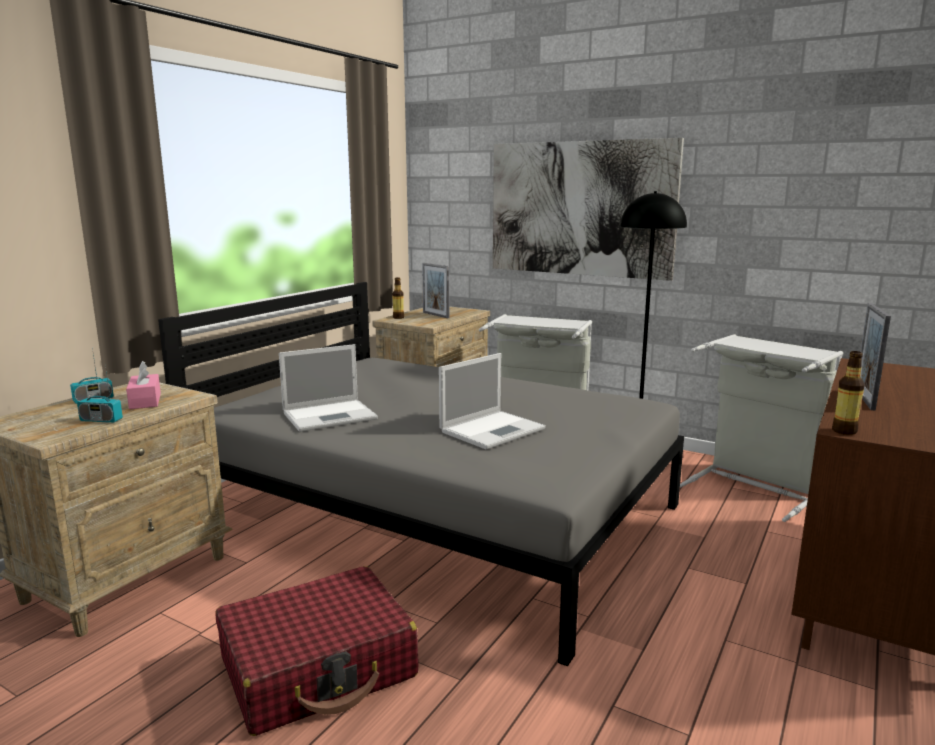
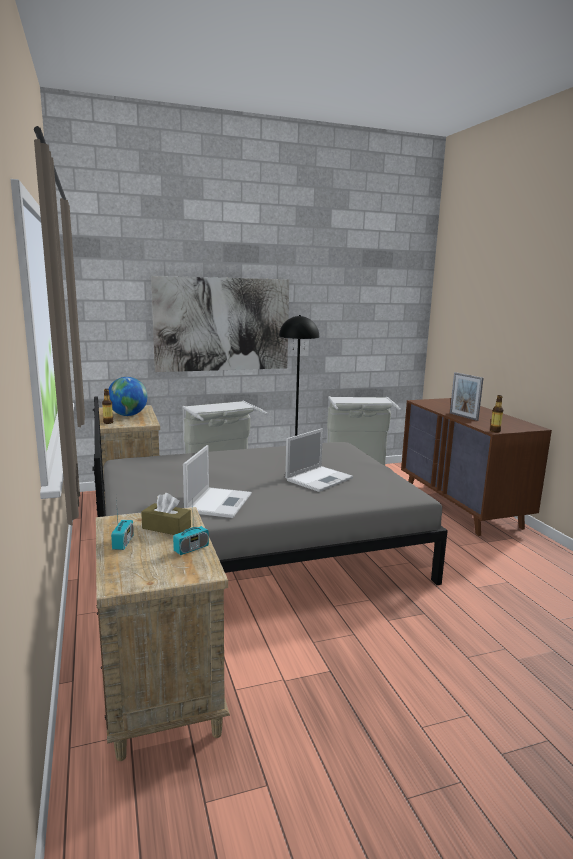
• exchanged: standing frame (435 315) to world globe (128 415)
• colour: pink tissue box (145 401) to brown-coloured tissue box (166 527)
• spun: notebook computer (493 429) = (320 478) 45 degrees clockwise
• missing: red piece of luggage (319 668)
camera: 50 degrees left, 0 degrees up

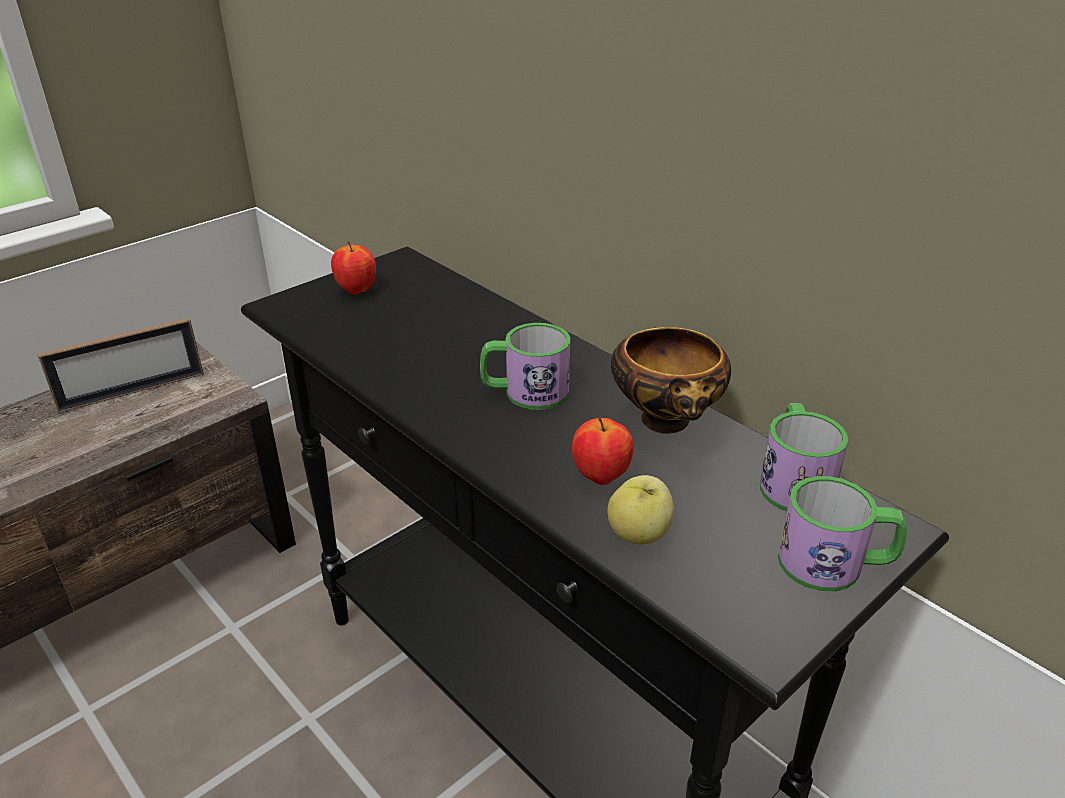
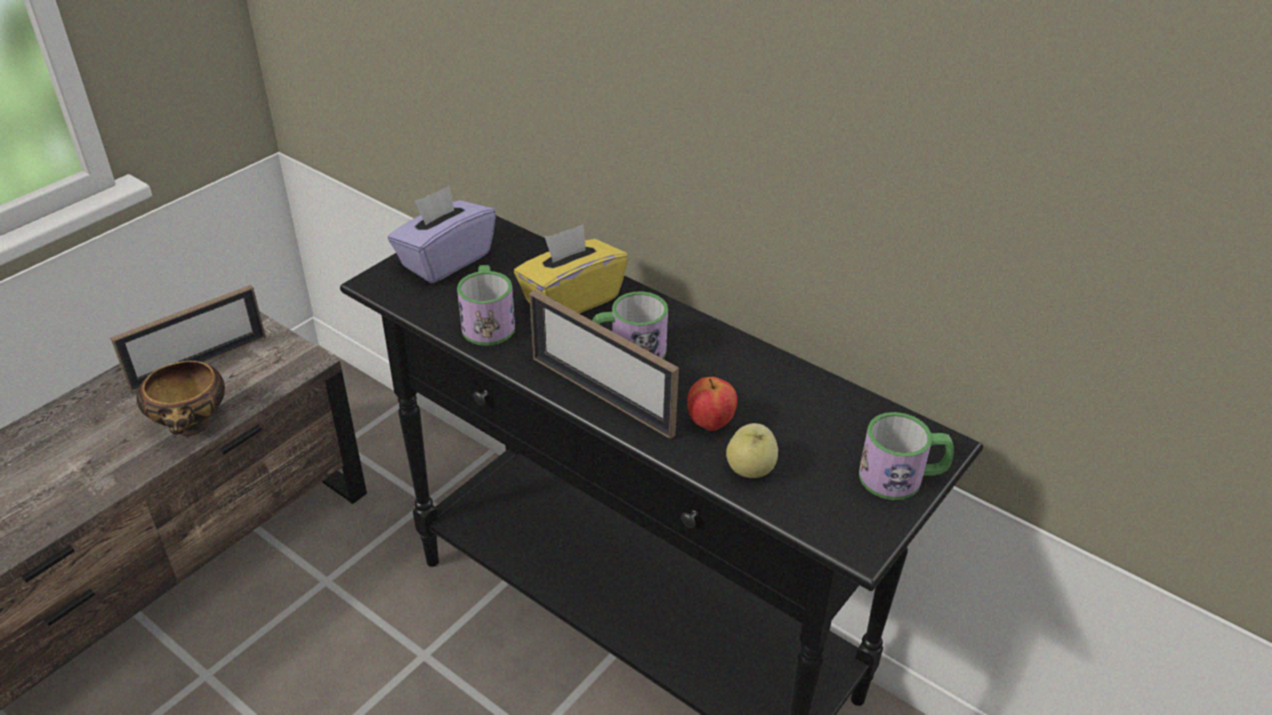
• relocated: serving bowl (667 423) to (193 427)
• exchanged: whole apple (356 290) to purple-coloured tissue box (445 260)
• relocated: tea mug (793 480) to (488 322)
• appeared: yellow-coloured tissue box (571 299)
• appeared: standing frame (601 395)
camera: 10 degrees left, 5 degrees up

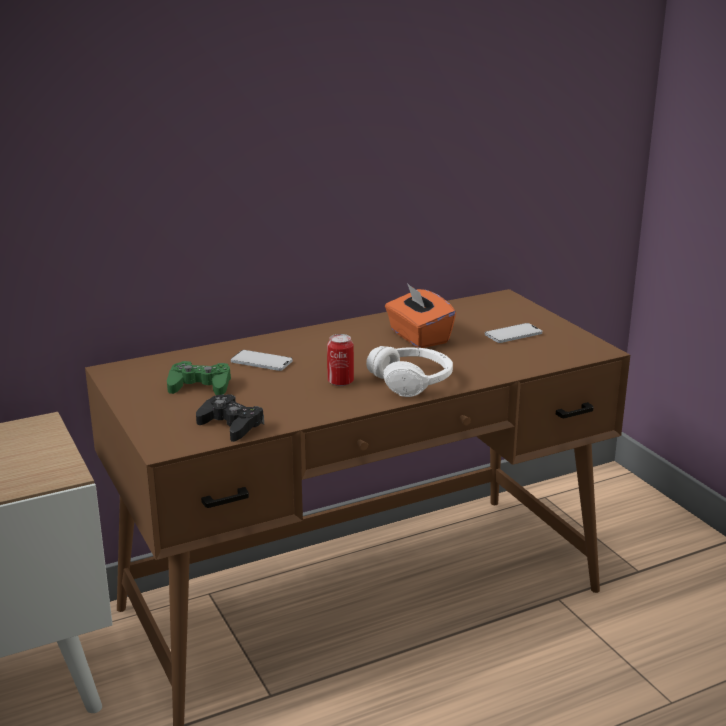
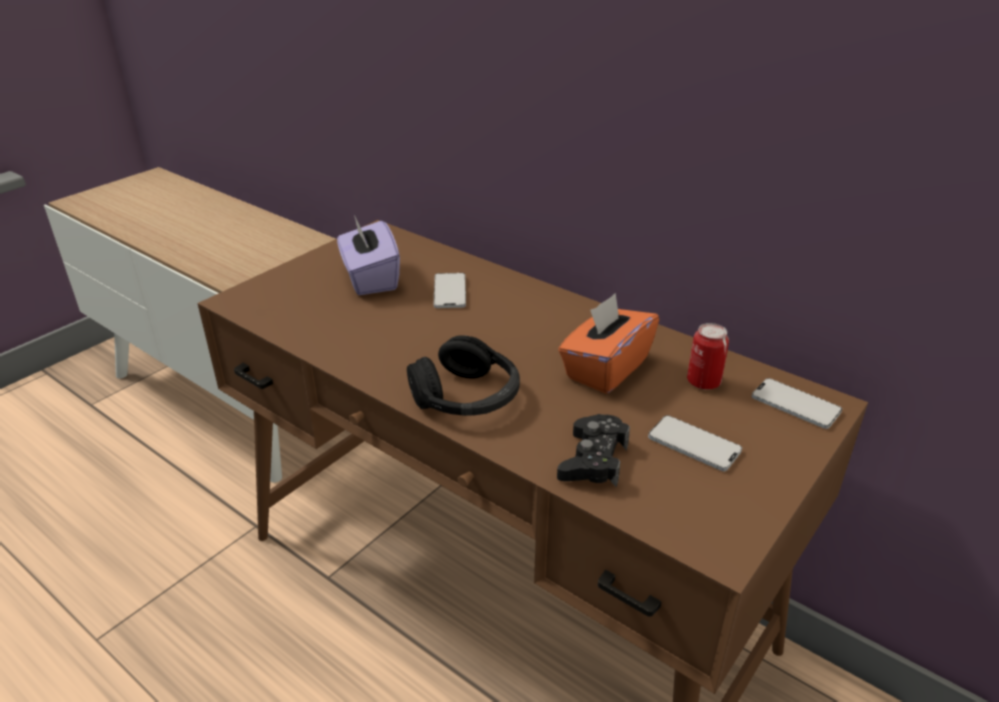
• exchanged: green joypad (200 386) to purple-coloured tissue box (370 279)
• colour: white pair of headphones (412 381) to black-coloured pair of headphones (467 397)
• relocated: black-coloured joypad (231 425) to (593 460)
• relocated: metal can (340 382) to (703 382)
• appeared: phone (795 404)
camera: 65 degrees right, 10 degrees up

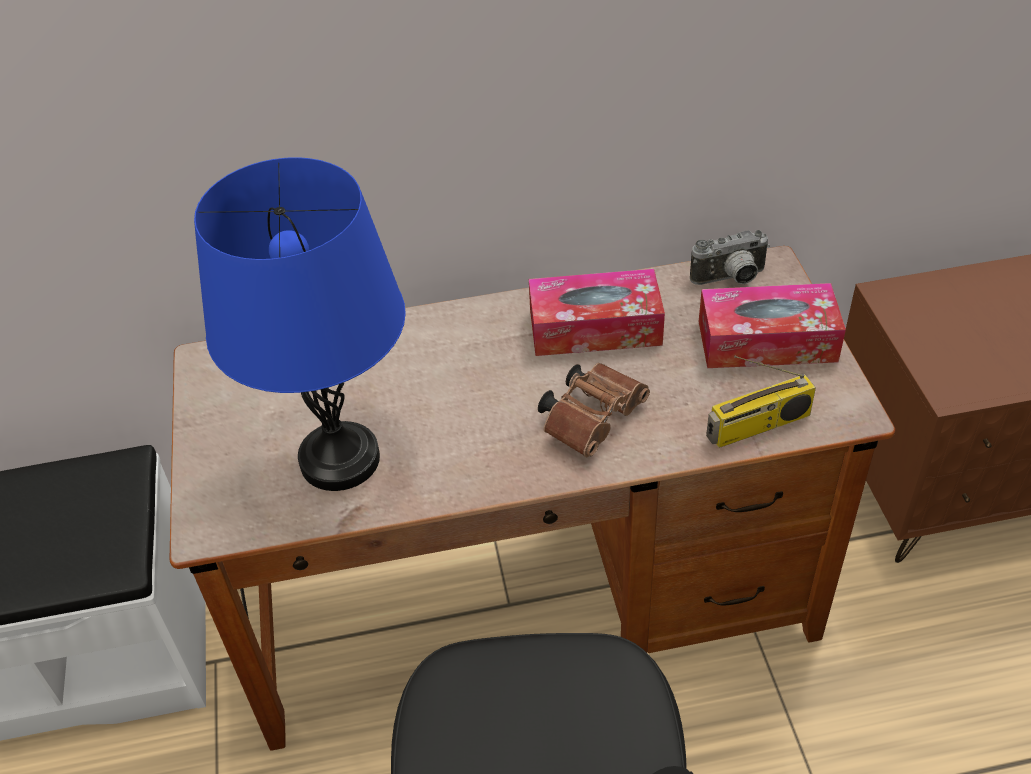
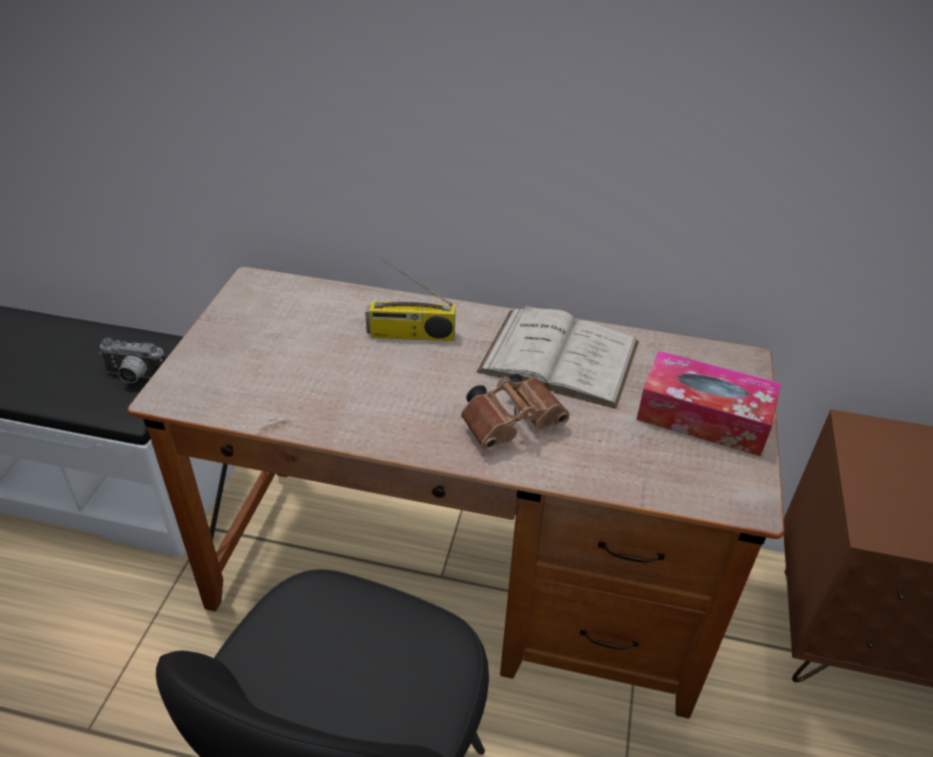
• relocated: still camera (731 279) to (134 377)
• relocated: radio receiver (758 427) to (410 335)
• exchanged: tissue box (595 328) to white bound book (559 357)
• missing: blue table lamp (339 459)
camera: 20 degrees right, 5 degrees down

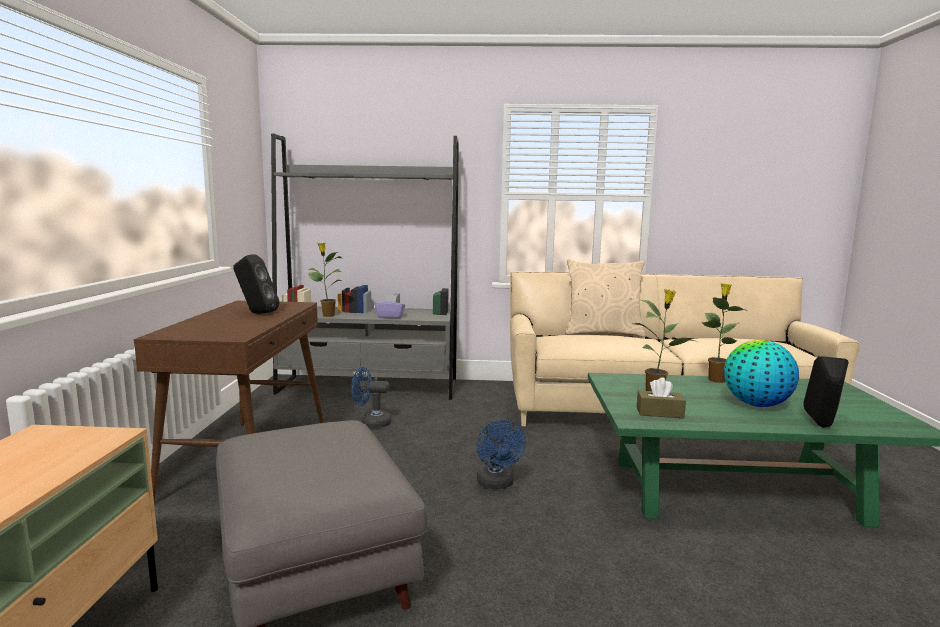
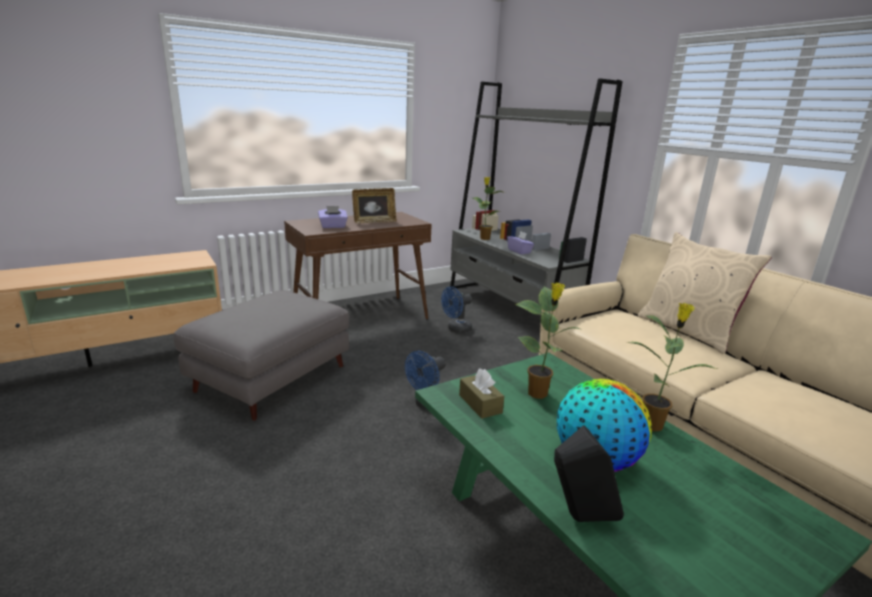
• appeared: purple-coloured tissue box (333 226)
• exchanged: black-coloured loudspeaker (256 313) to standing frame (374 221)
• spun: blue electric fan (371 423) = (456 329) 90 degrees counterclockwise
camera: 55 degrees right, 10 degrees up

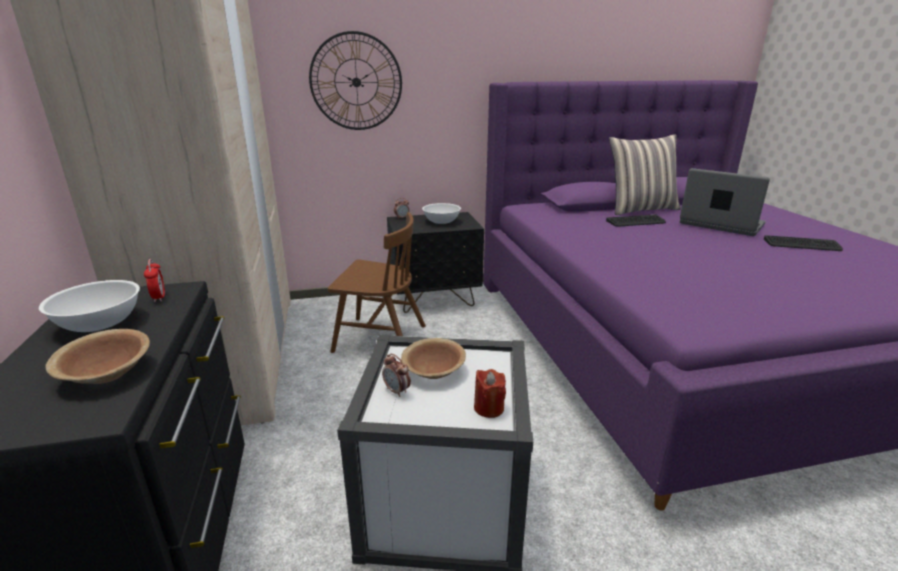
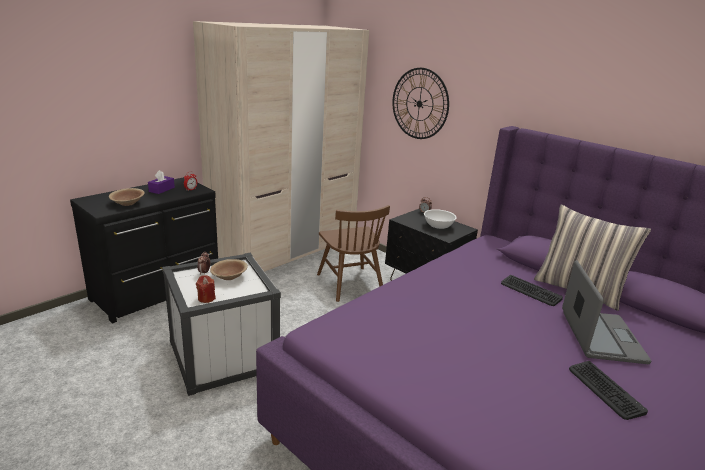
• exchanged: white serving bowl (100 324) to purple-coloured tissue box (162 189)
camera: 55 degrees right, 0 degrees up

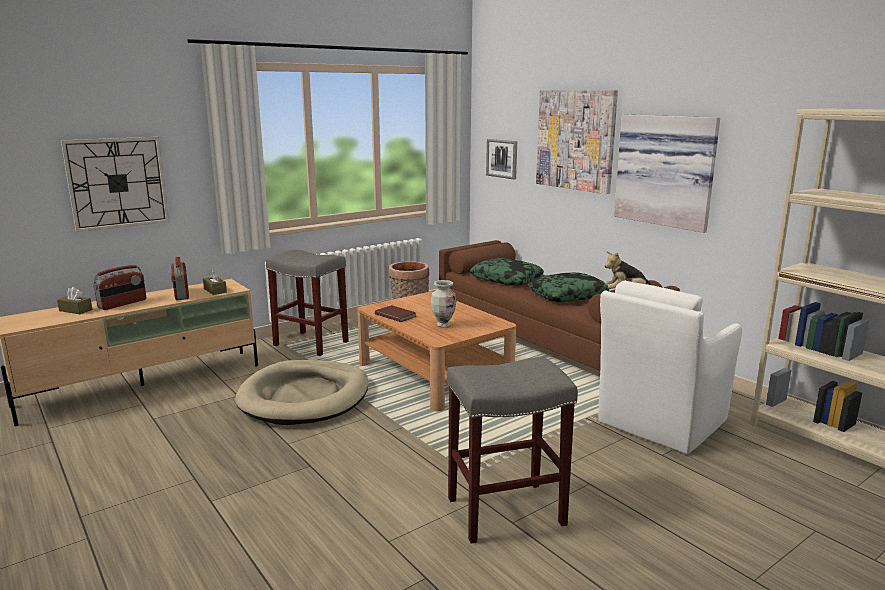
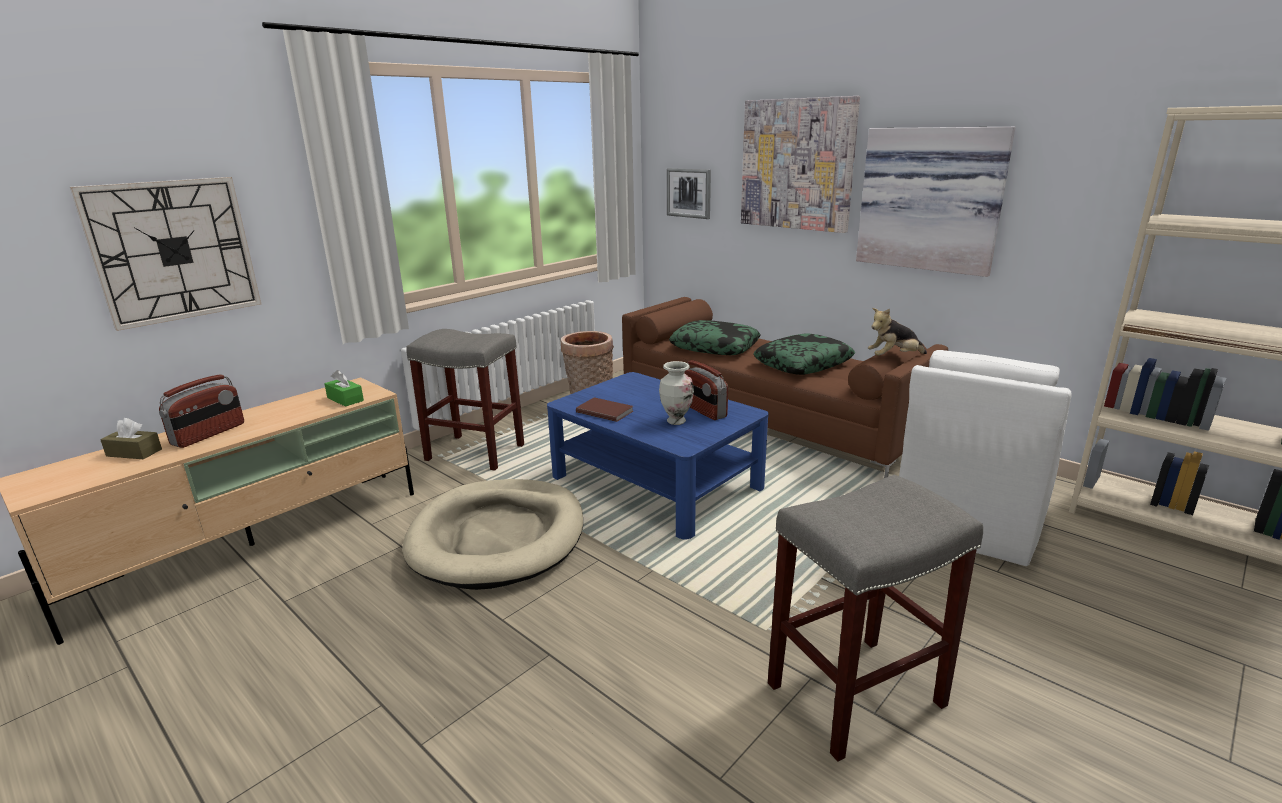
• colour: brown-coloured tissue box (215 290) to green tissue box (345 399)
• colour: brown-coloured low table (434 374) to blue low table (656 482)
• relocated: radio receiver (181 294) to (703 410)
camera: 10 degrees left, 5 degrees up

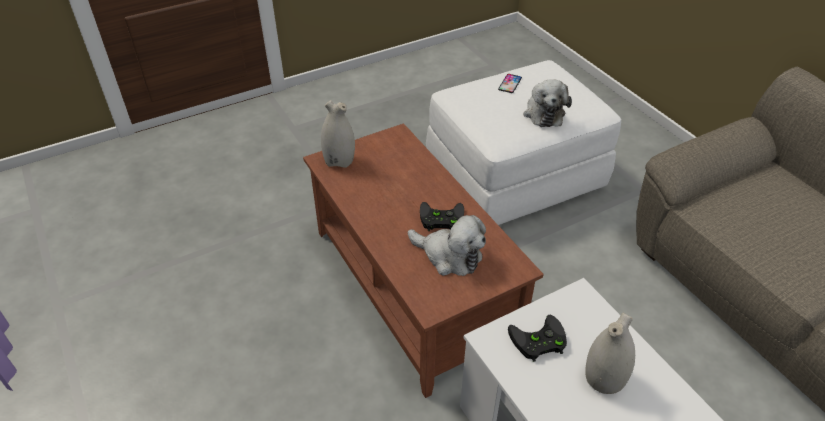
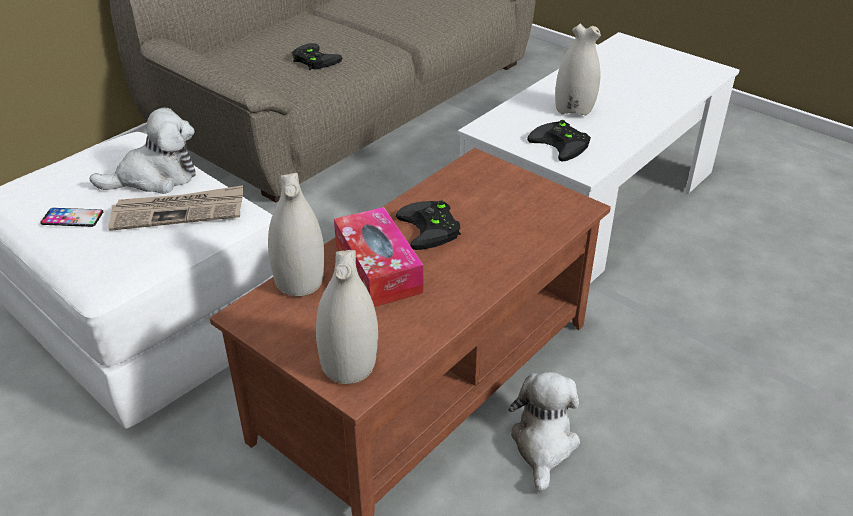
• appeared: newspaper (179 211)
• appeared: white vase (300 280)
• appeared: black-coloured joypad (313 60)
• appeared: tissue box (378 269)
• relocated: soft toy (449 256) to (543 444)
camera: 110 degrees left, 5 degrees down

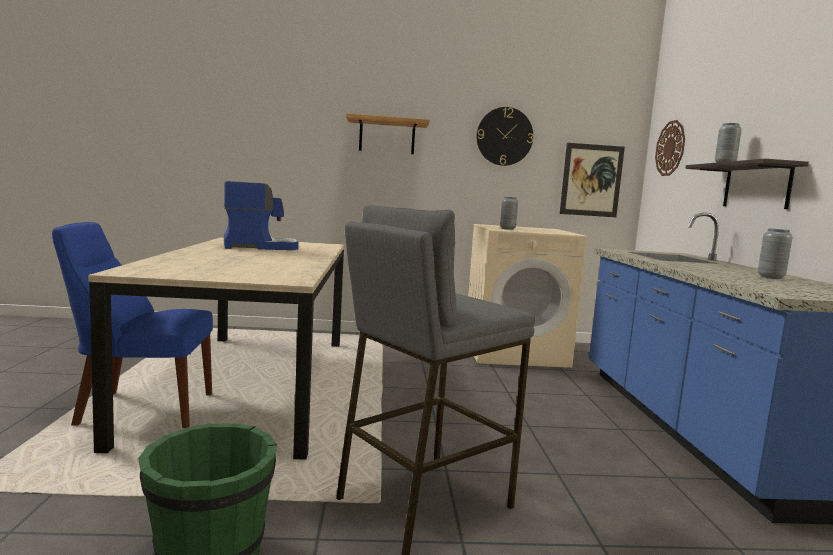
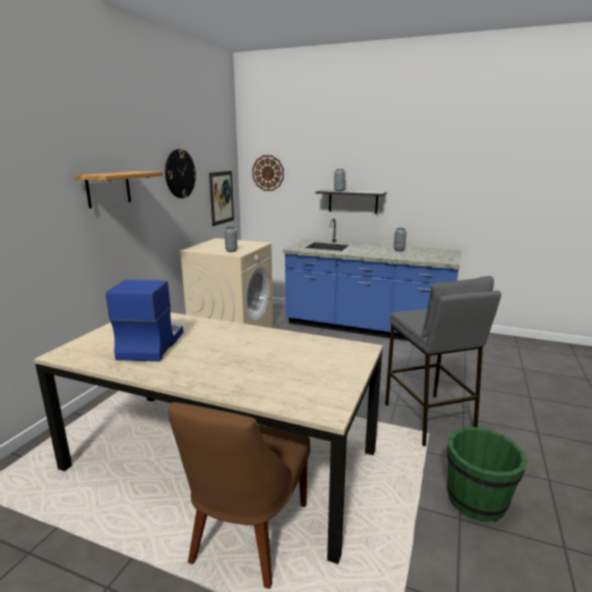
• colour: blue plain chair (140 409) to brown-coloured plain chair (247 536)
camera: 65 degrees left, 10 degrees up

